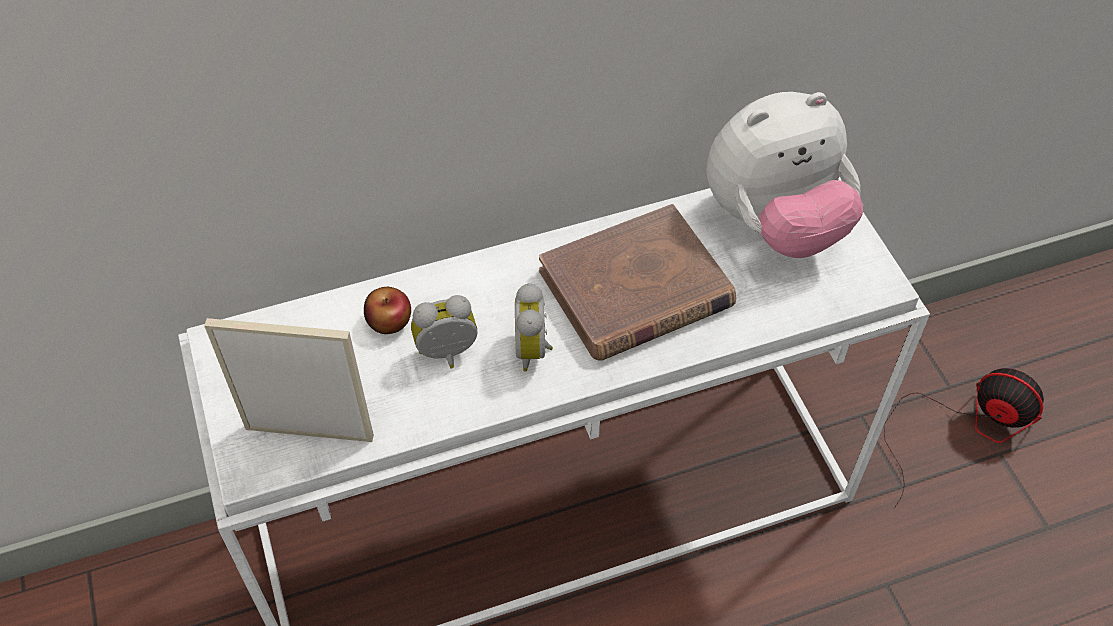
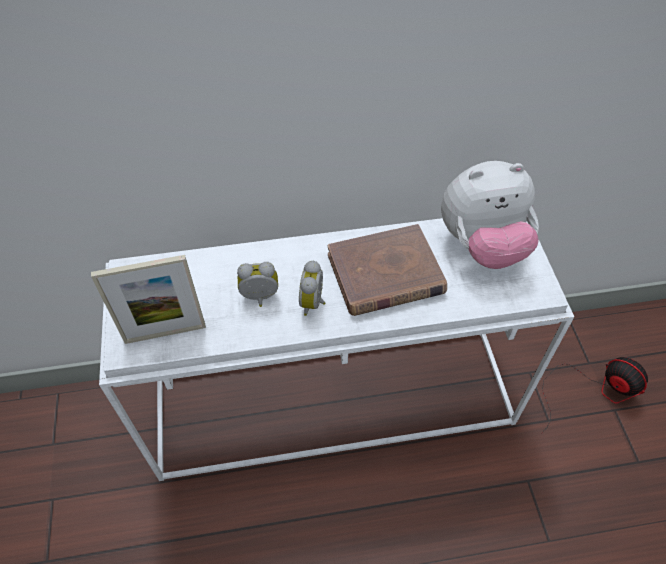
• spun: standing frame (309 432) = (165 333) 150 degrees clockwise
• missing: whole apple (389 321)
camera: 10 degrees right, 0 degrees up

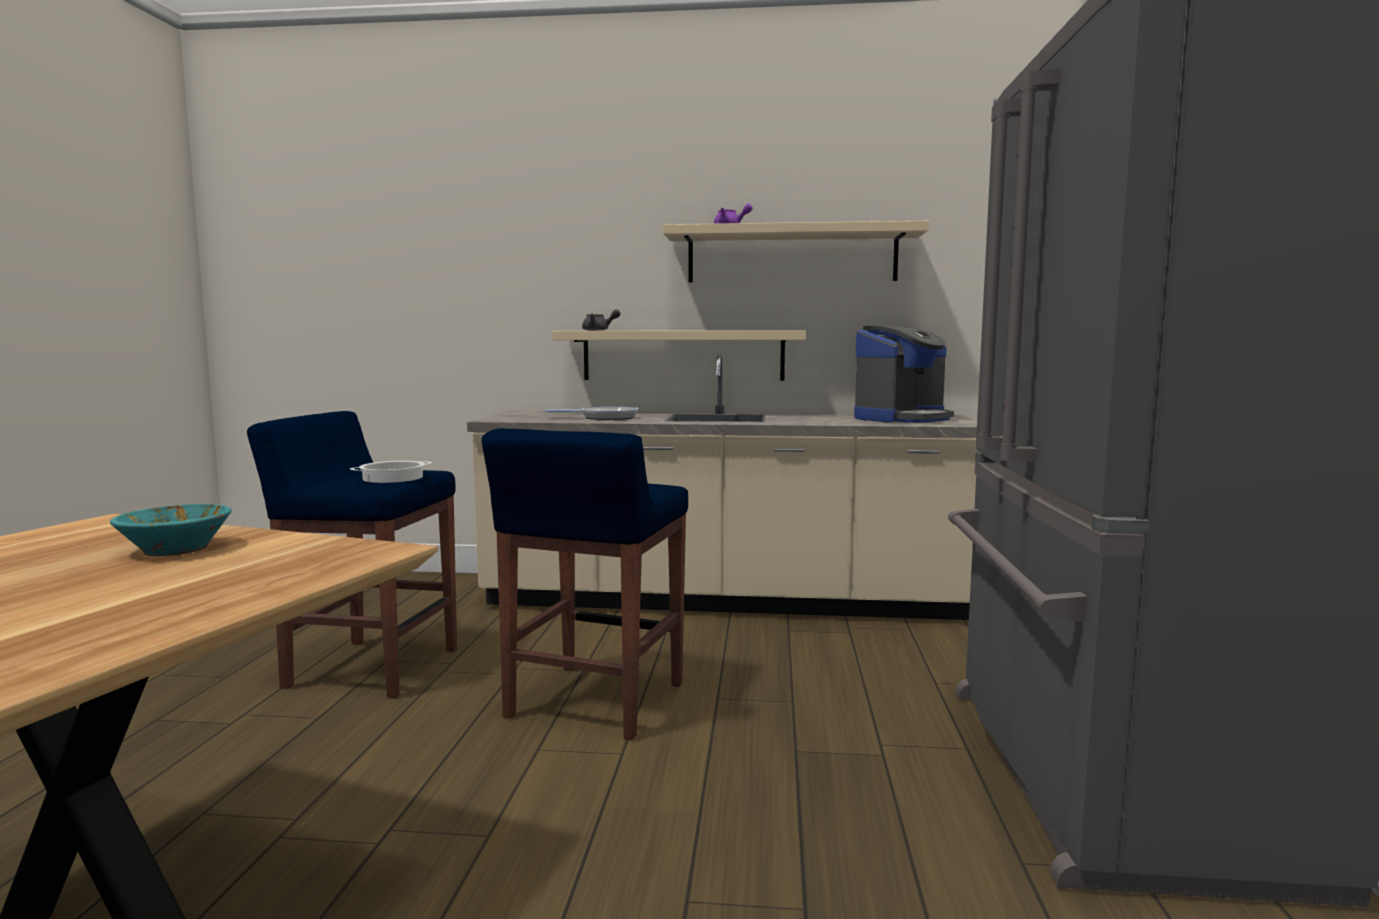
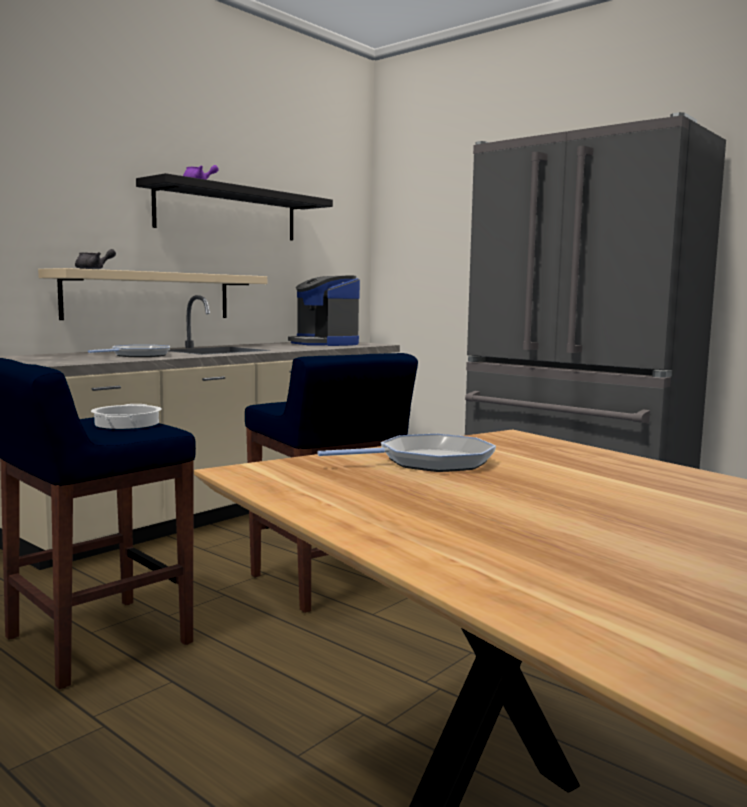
• colour: sand-coloured bracket shelf (792 256) to black-coloured bracket shelf (228 213)
• spun: coffee machine (902 418) = (324 343) 150 degrees clockwise
• exchanged: turquoise serving bowl (176 549) to pan (429 462)
camera: 55 degrees left, 0 degrees up

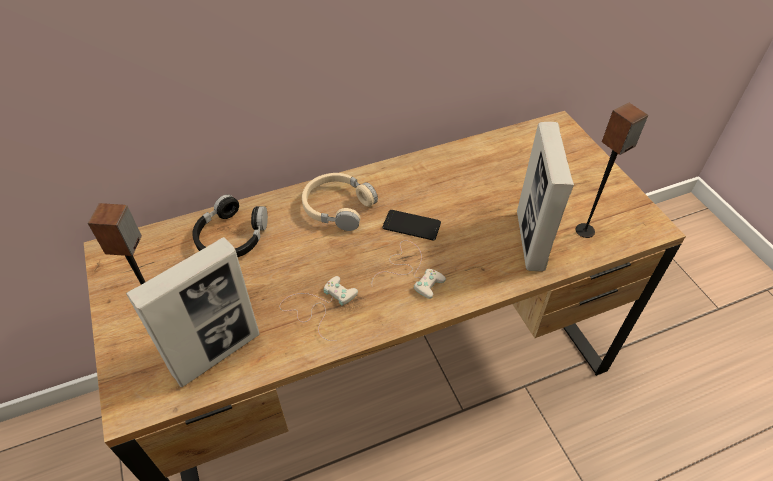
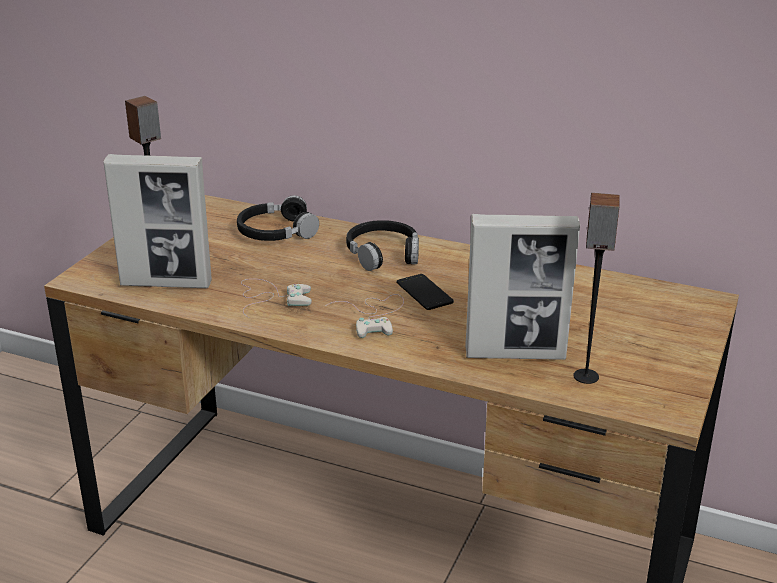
• colour: sand-coloured pair of headphones (338 207) to black-coloured pair of headphones (383 253)
• spun: standing frame (530 240) = (515 354) 135 degrees counterclockwise
camera: 45 degrees right, 20 degrees down

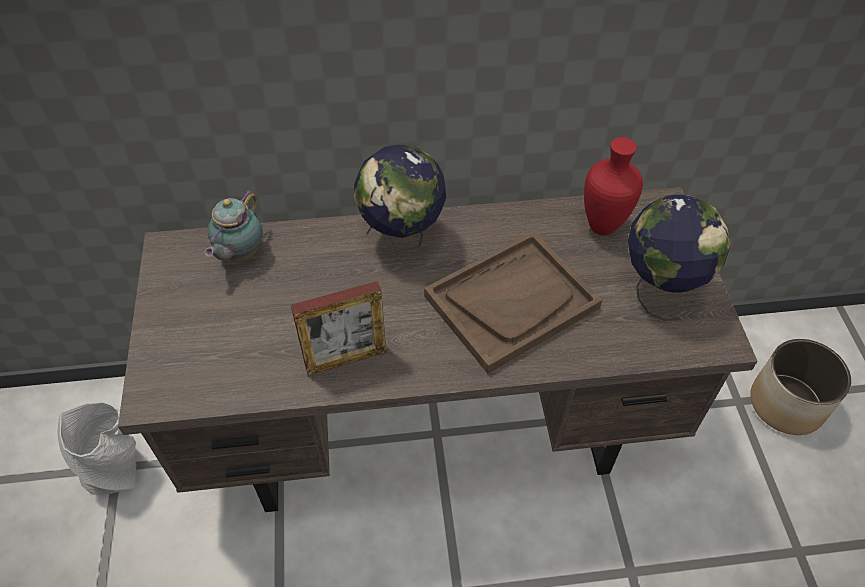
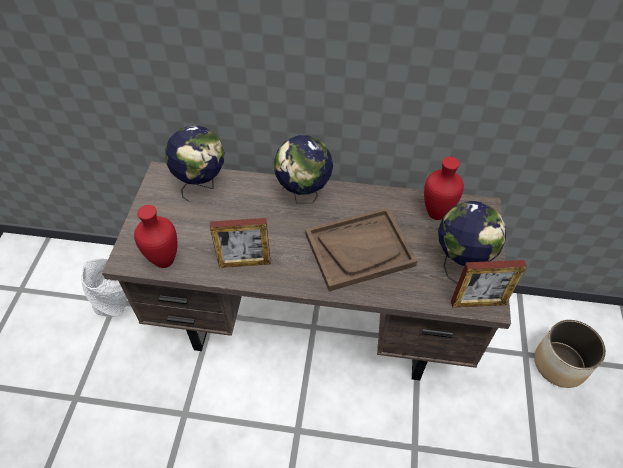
• appeared: red vase (163 261)
• exchanged: teapot (239 254) to world globe (202 185)
• appeared: standing frame (478 303)
camera: 15 degrees right, 0 degrees up

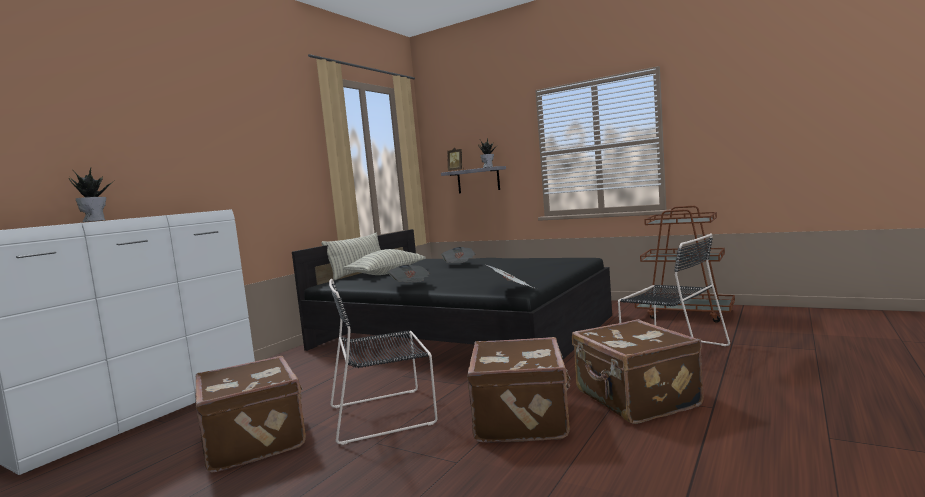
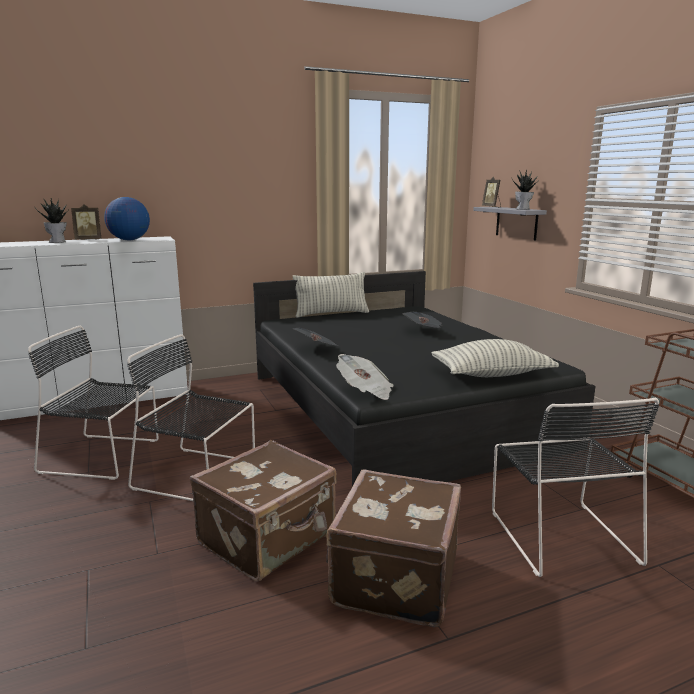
• exchanged: brown-coloured piece of luggage (256 440) to black-coloured plain chair (104 456)
• appeared: standing frame (89 240)
• appeared: world globe (129 240)
• relocated: pillow (386 273) to (491 374)
camera: 35 degrees right, 10 degrees up

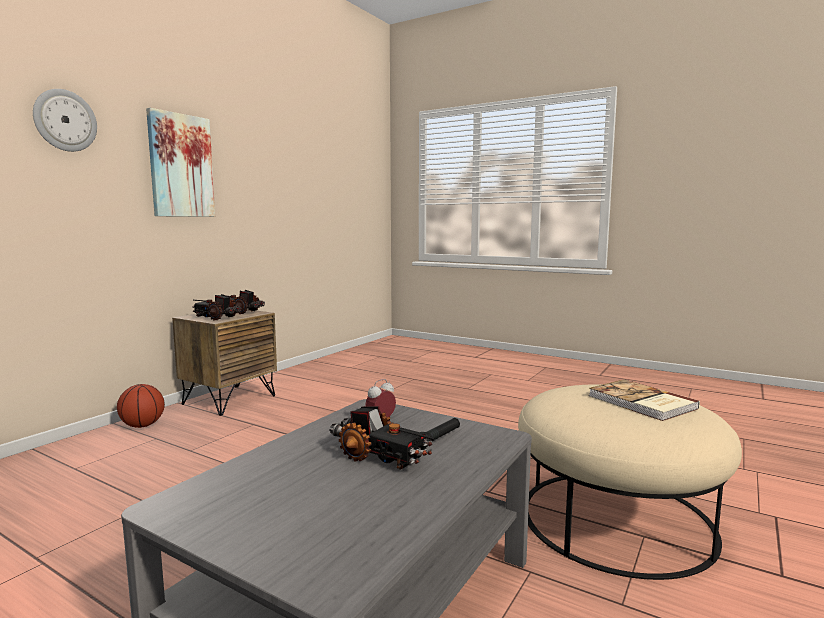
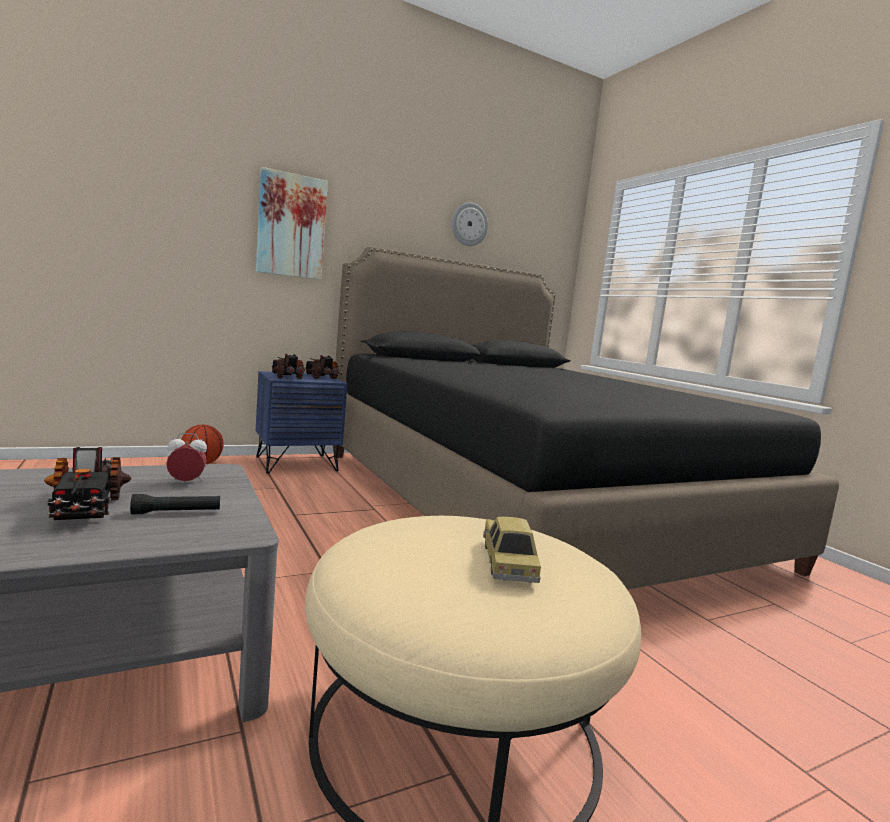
• colour: brown-coloured bedside table (229 400) to blue bedside table (296 464)
• appeared: black-coloured bed (525 504)
• relocated: wall clock (65 120) to (469 224)
• exchanged: bound book (641 402) to toy car (508 563)
camera: 30 degrees right, 0 degrees up

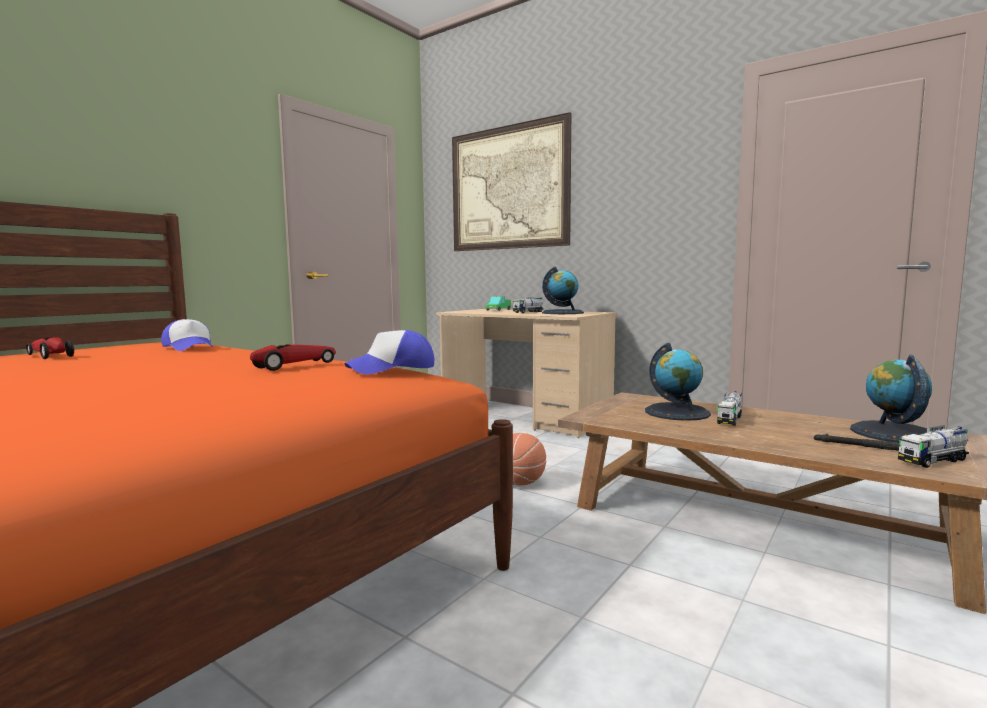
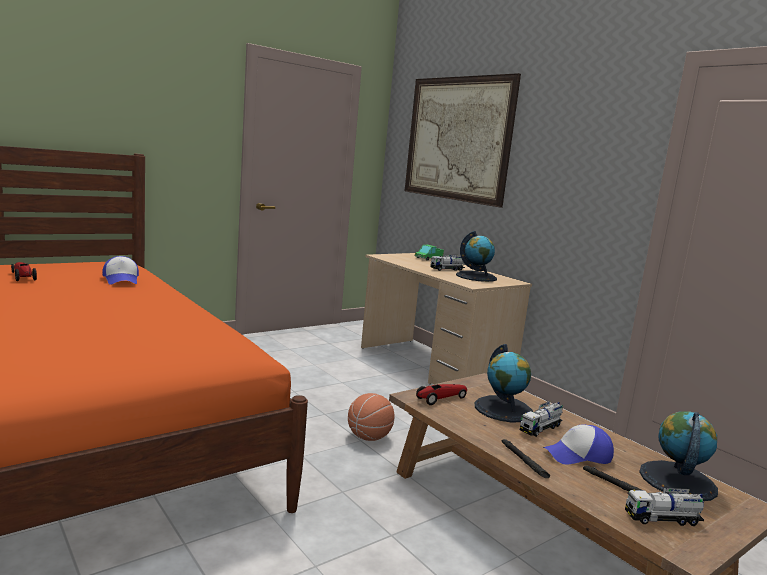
• relocated: toy car (294 365) to (441 399)
• appeared: black-coloured torch (523 461)
• relocated: cap (392 369) to (578 455)
camera: 15 degrees right, 5 degrees up

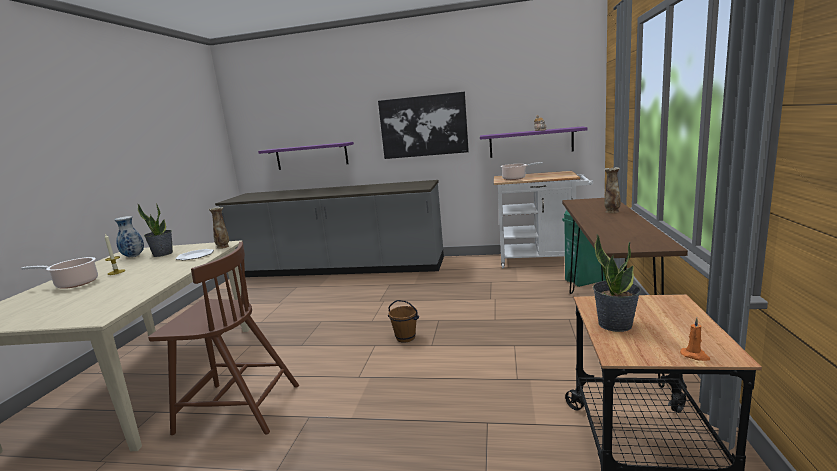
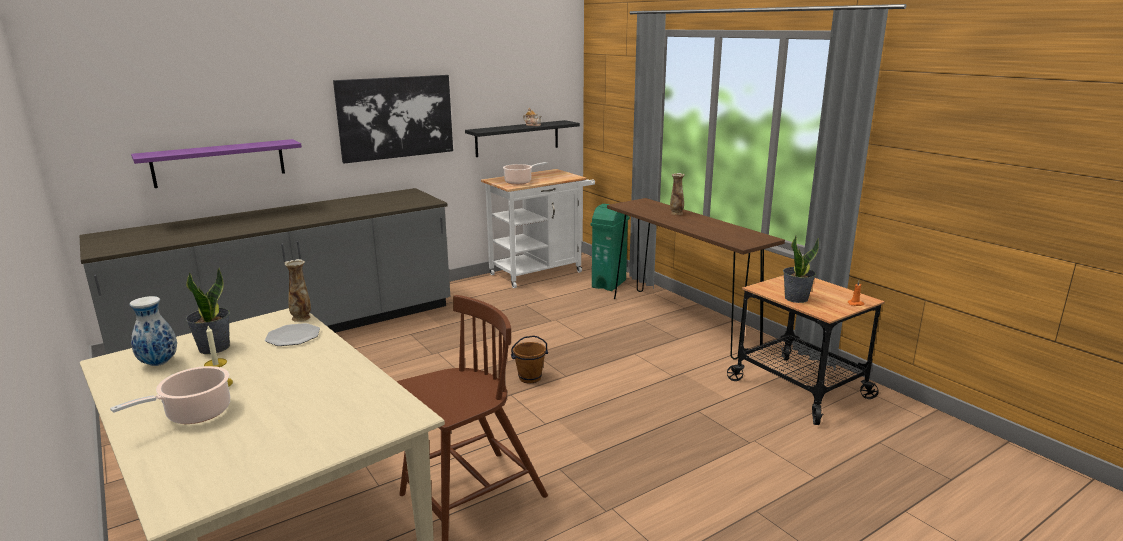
• colour: purple-coloured bracket shelf (531 142) to black-coloured bracket shelf (517 138)
camera: 45 degrees left, 5 degrees up

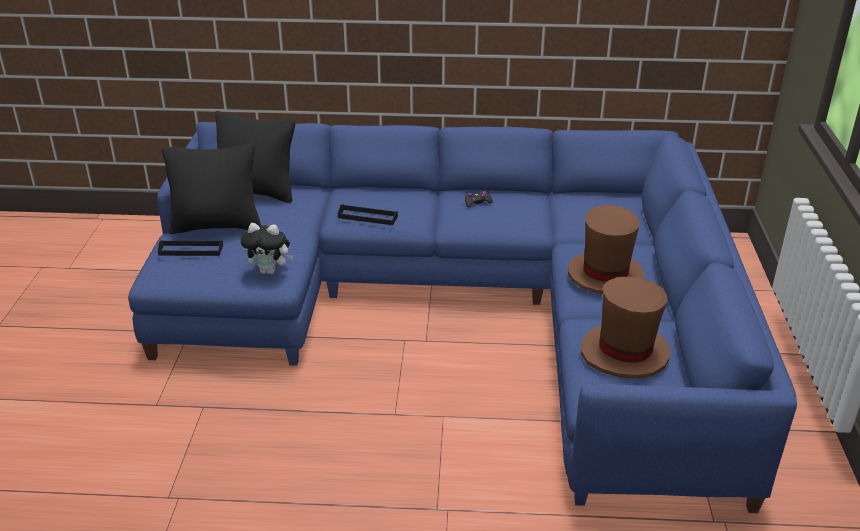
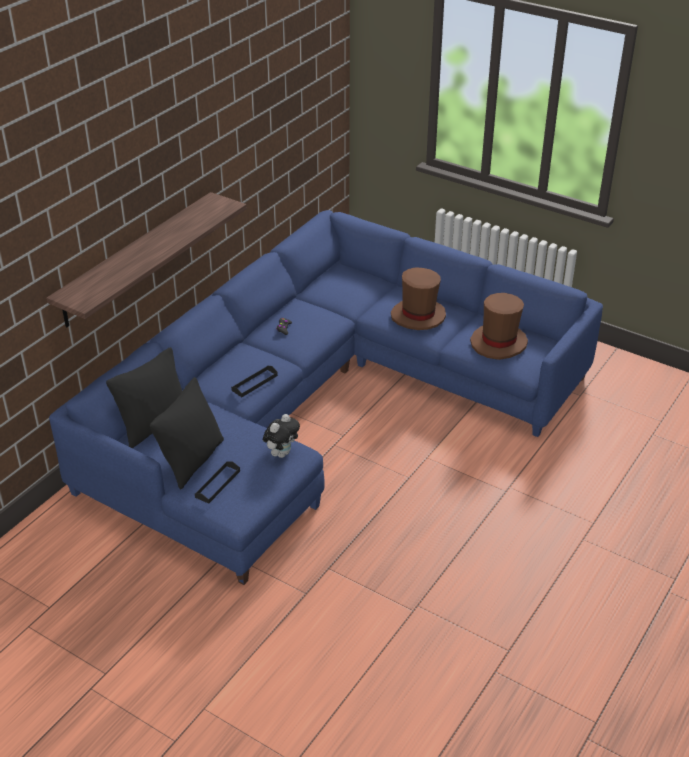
• appeared: bracket shelf (136 259)
camera: 60 degrees left, 5 degrees up

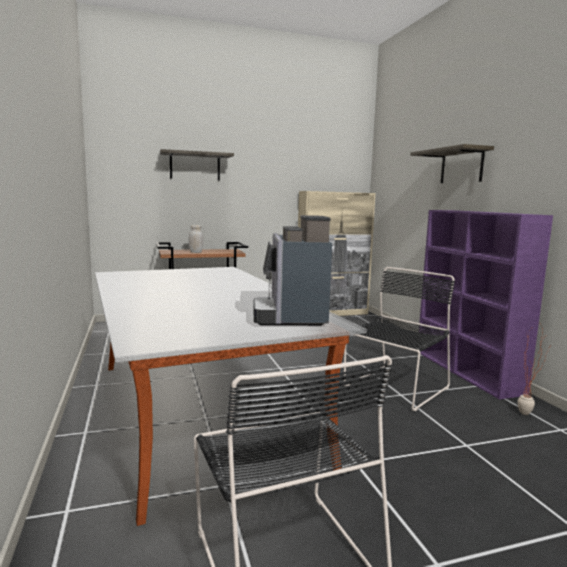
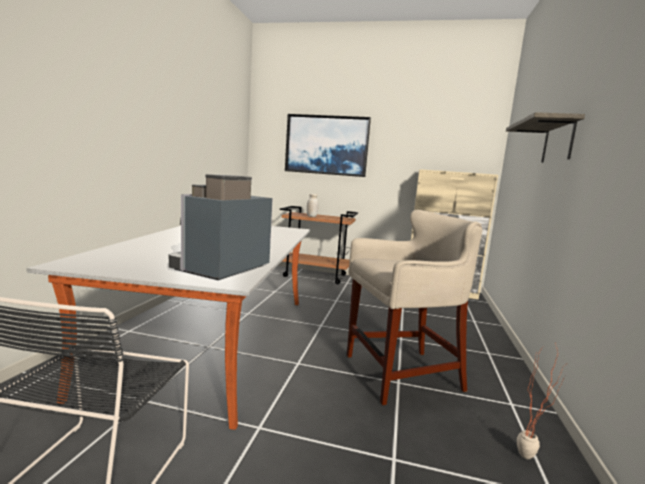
• exchanged: bracket shelf (195 166) to wall picture (326 145)
• exchanged: black-coloured plain chair (394 388) to sand-coloured stool seat (401 374)
• missing: purple-coloured shelving unit (467 371)
camera: 30 degrees right, 0 degrees up

